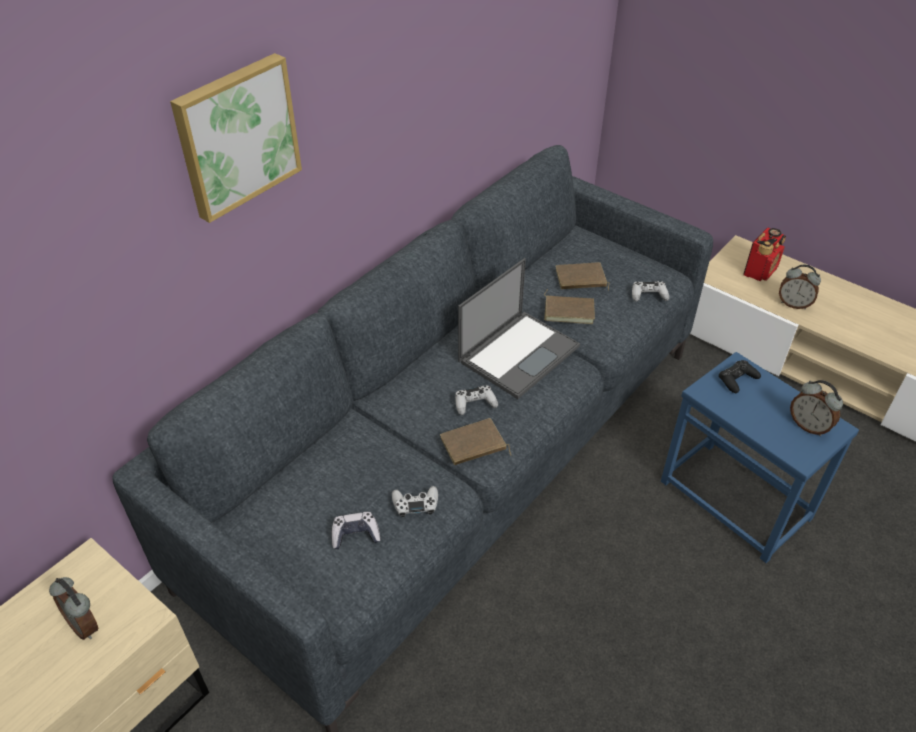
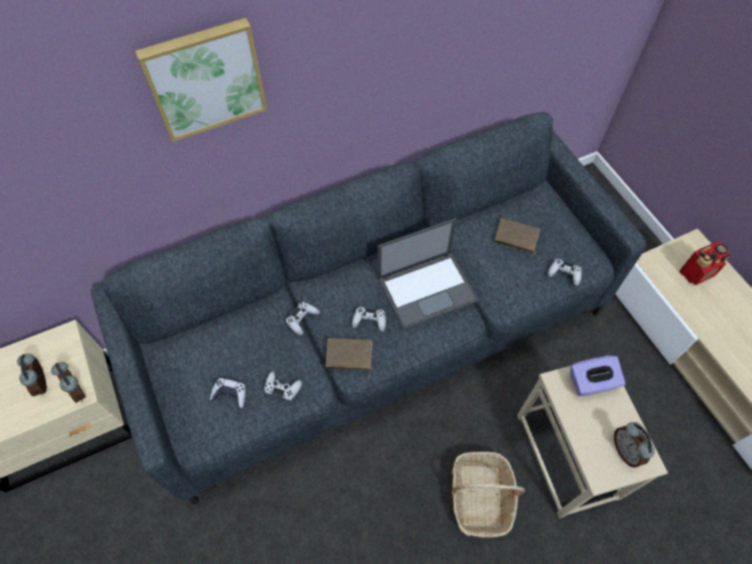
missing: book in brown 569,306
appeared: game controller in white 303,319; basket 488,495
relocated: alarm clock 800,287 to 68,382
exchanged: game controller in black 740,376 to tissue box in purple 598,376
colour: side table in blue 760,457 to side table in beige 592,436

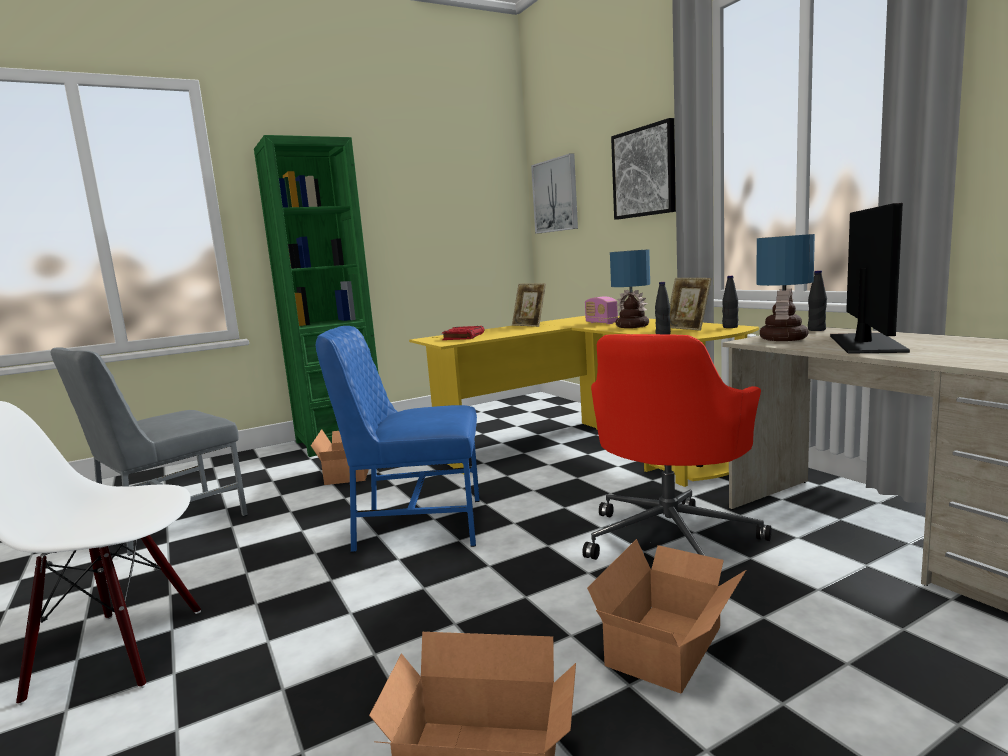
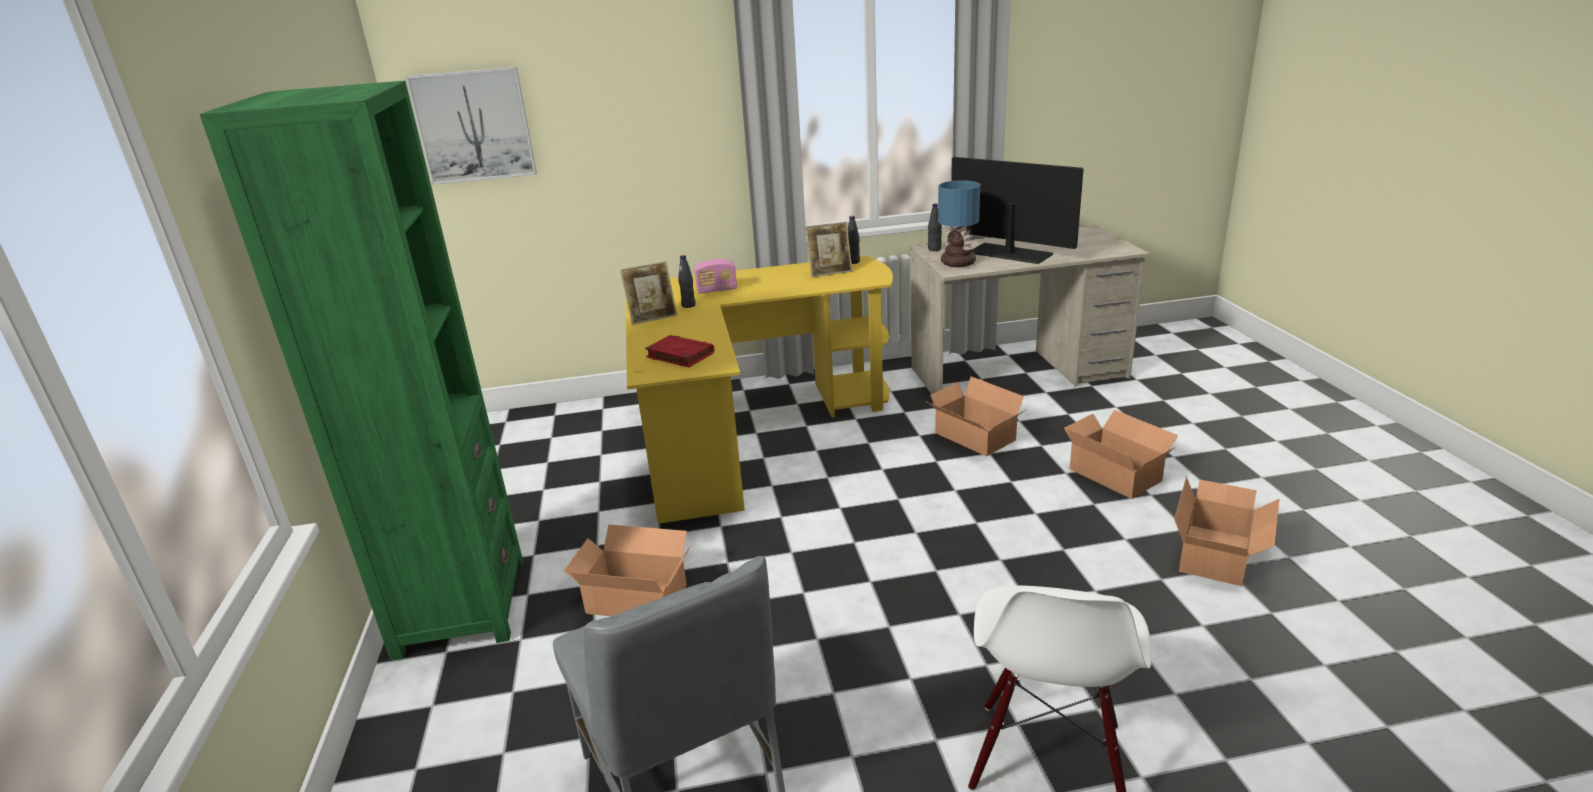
missing: chair in blue 398,439; table lamp 630,288; picture 643,169
relocated: bottle in black 663,308 to 687,281
exchanged: office chair in red 676,447 to cardboard box 976,416

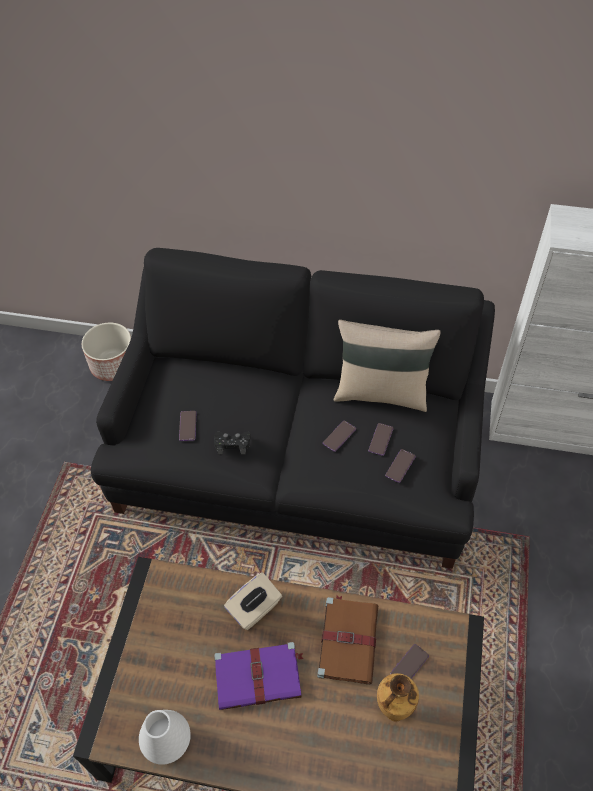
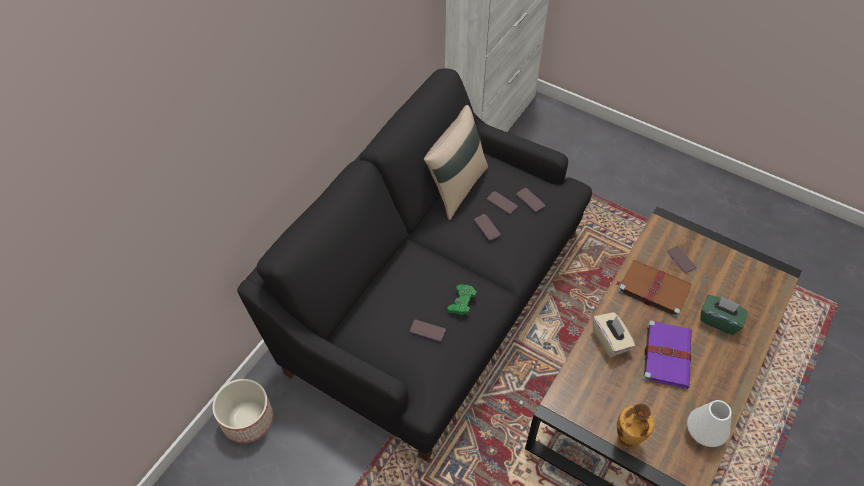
appeared: tissue box in green 724,315
relocated: vase 398,697 to 635,426
colour: game controller in black 232,443 to game controller in green 462,300

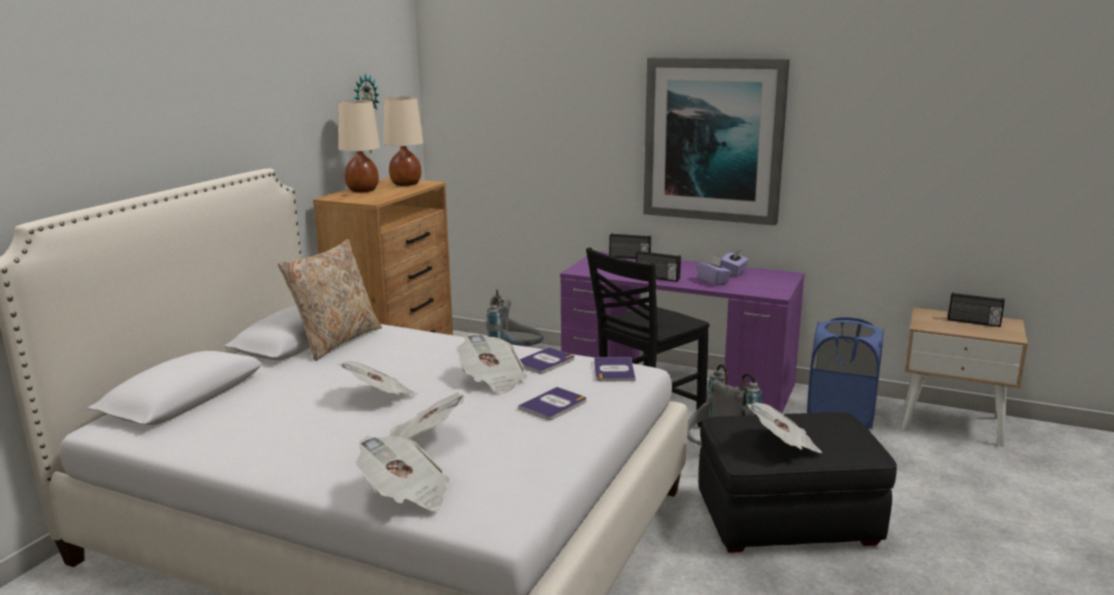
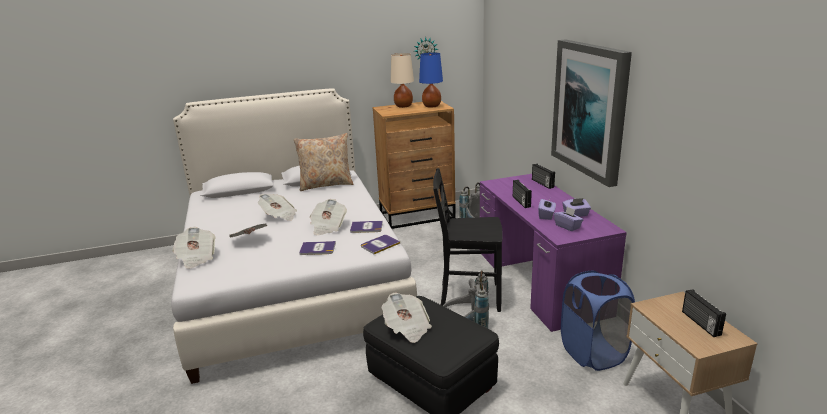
appeared: tissue box in purple 568,219
colour: table lamp in beige 403,141 to table lamp in blue 431,80

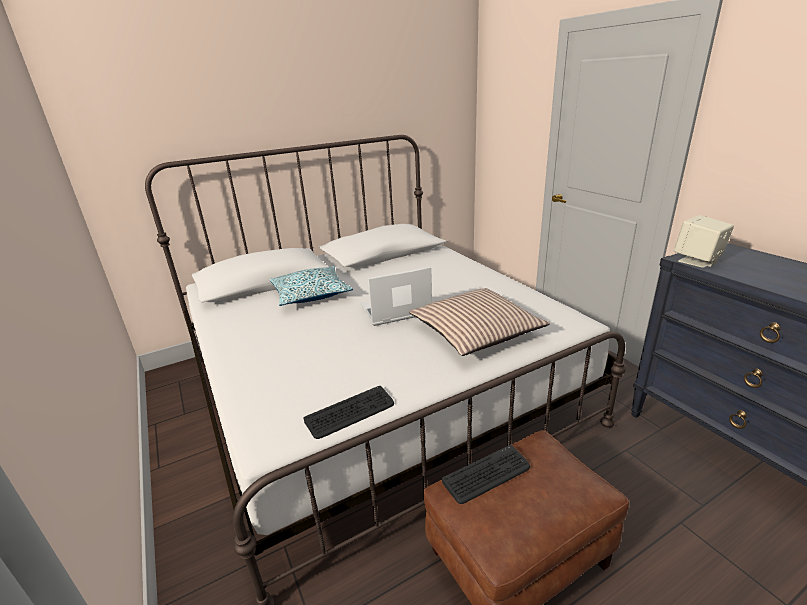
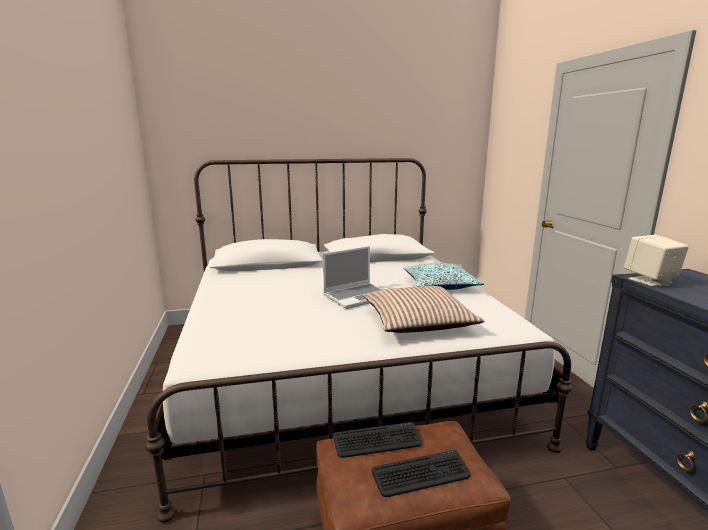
relocated: pillow 311,286 to 443,276; keyboard 349,412 to 421,473
spun: laptop 396,296 = 352,277 150 degrees clockwise

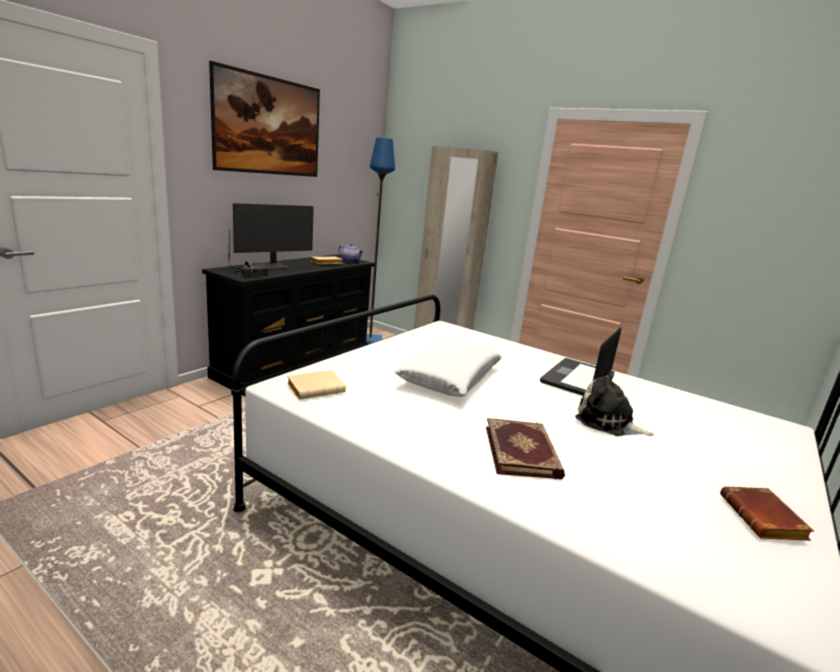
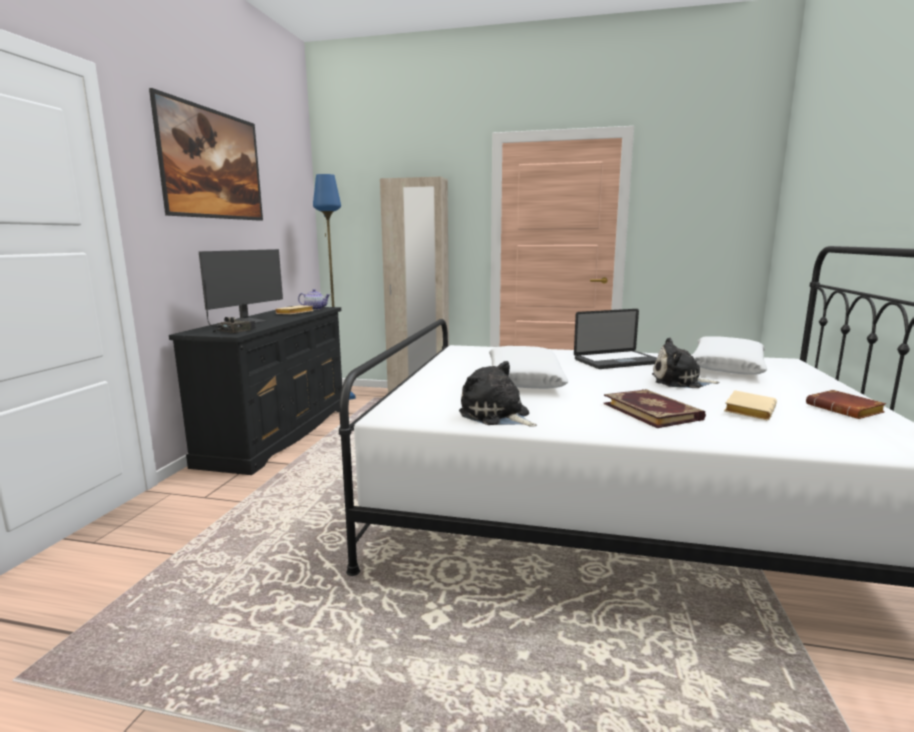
appeared: plush toy 498,394; pillow in white 729,355
relocated: book in beige 316,385 to 750,405
spun: laptop 581,361 = 615,339 120 degrees counterclockwise

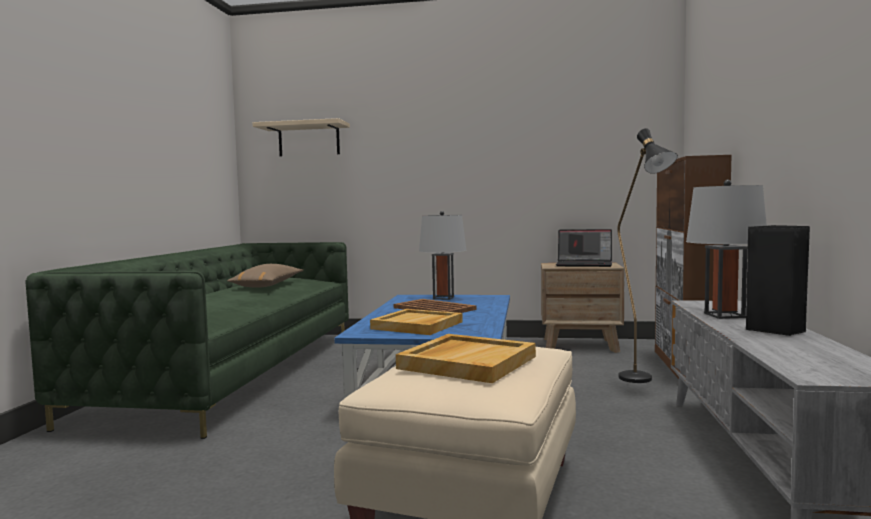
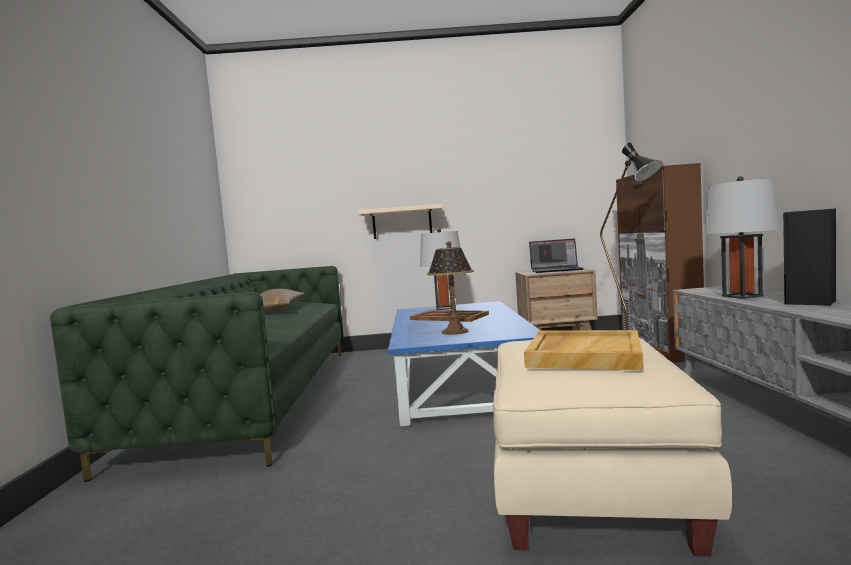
relocated: shelf in beige 301,137 to 400,221
exchanged: tray in beige 416,322 to table lamp 450,288

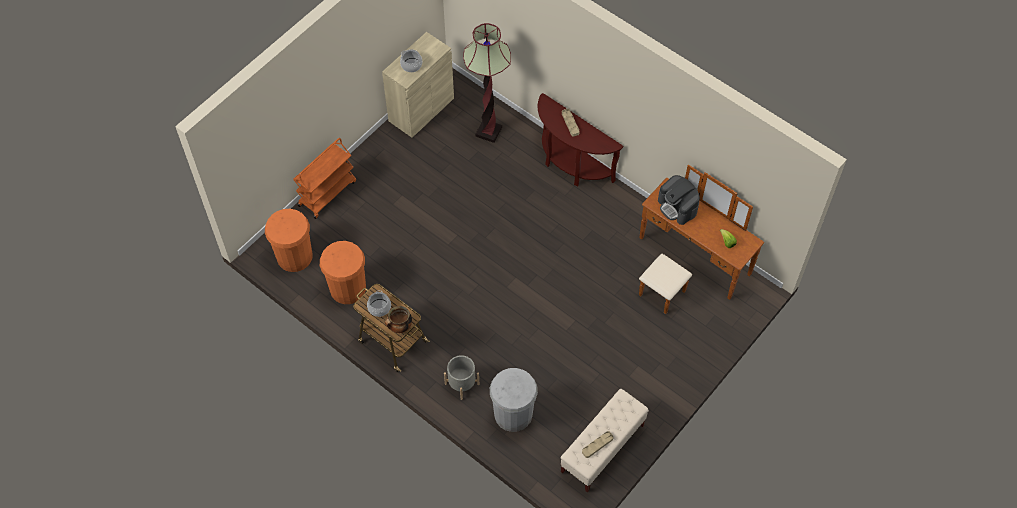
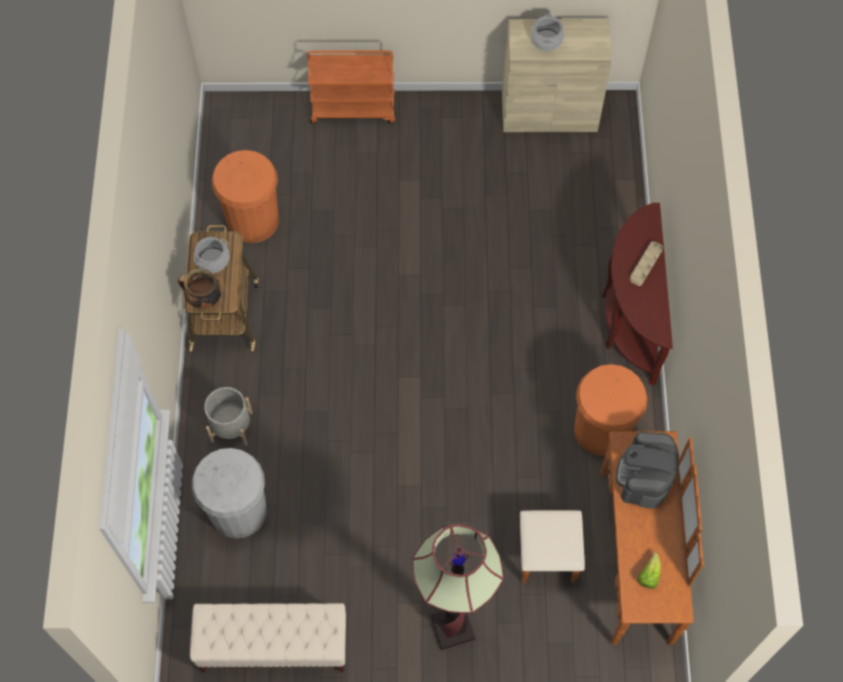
missing: tray in beige 597,444
relocated: trash can in orange 288,240 to 610,410; floor lamp 487,83 to 458,587

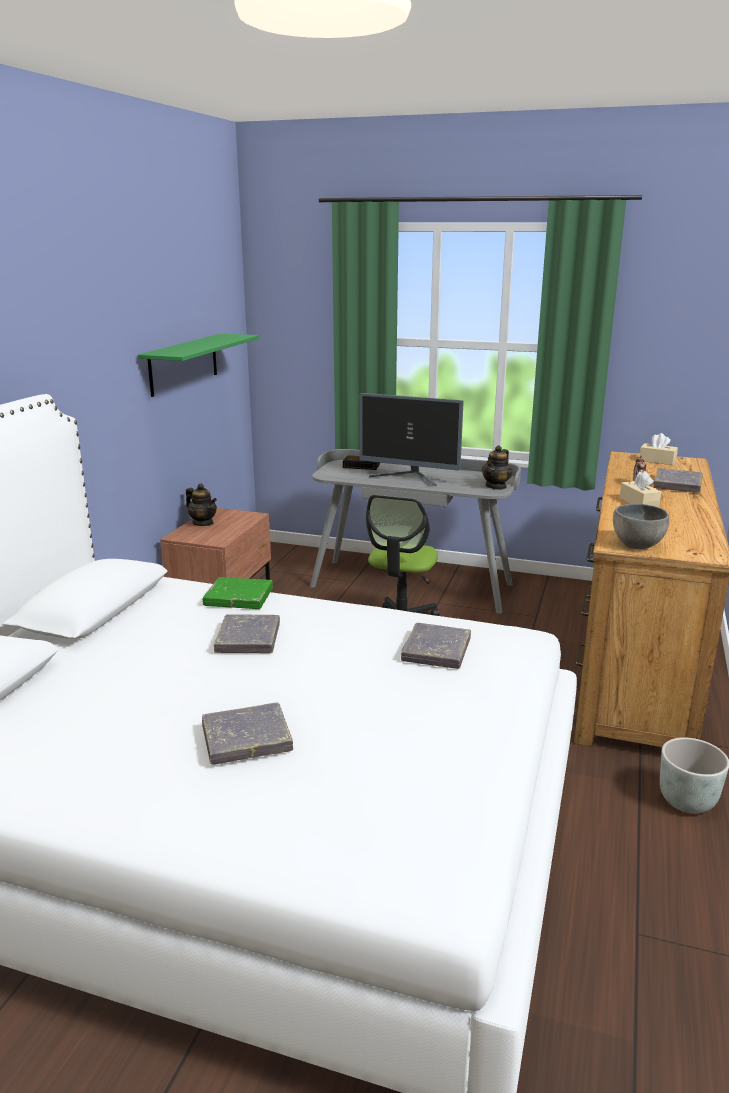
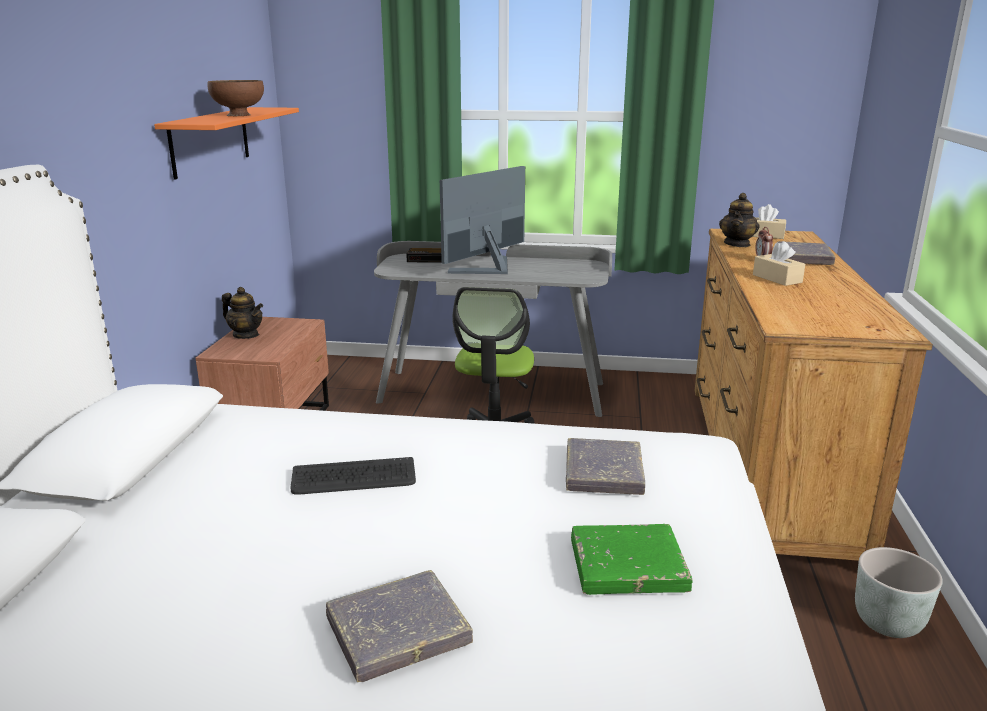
missing: bowl in grey 641,526
appeared: bowl in brown 235,98
relocated: book in green 238,593 to 632,559; teapot 497,467 to 739,220
exchanged: book in grey 247,633 to keyboard 353,476
colour: shelf in green 198,365 to shelf in orange 226,143
spun: monitor 411,439 = 482,220 120 degrees clockwise

